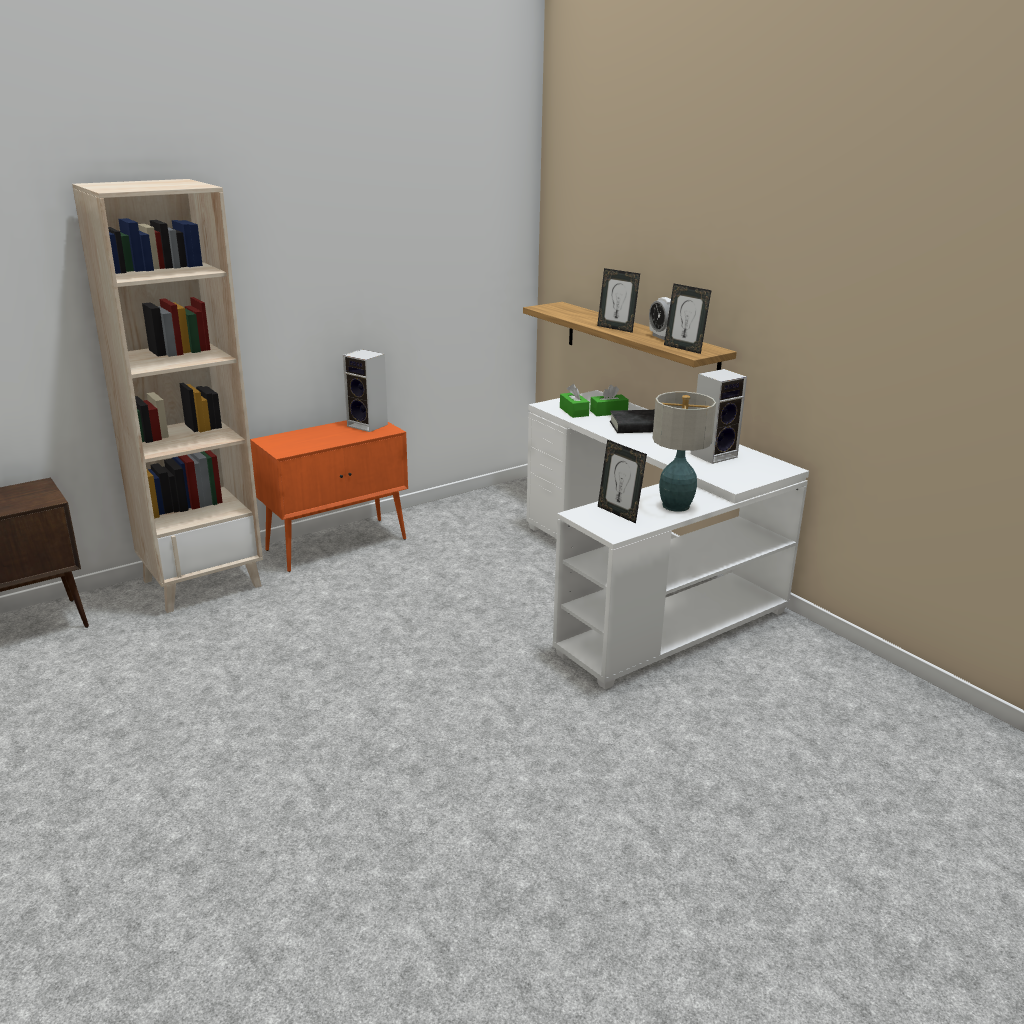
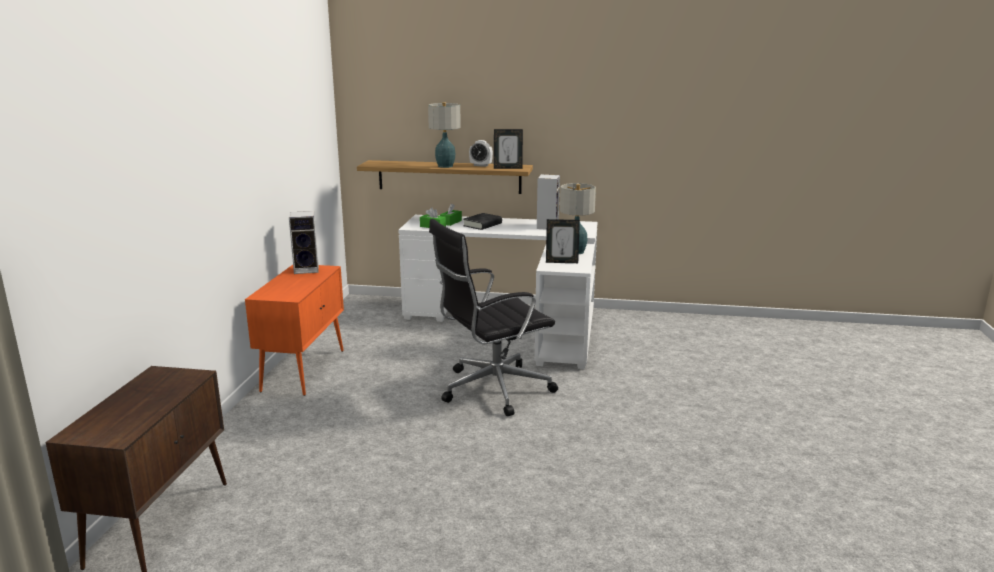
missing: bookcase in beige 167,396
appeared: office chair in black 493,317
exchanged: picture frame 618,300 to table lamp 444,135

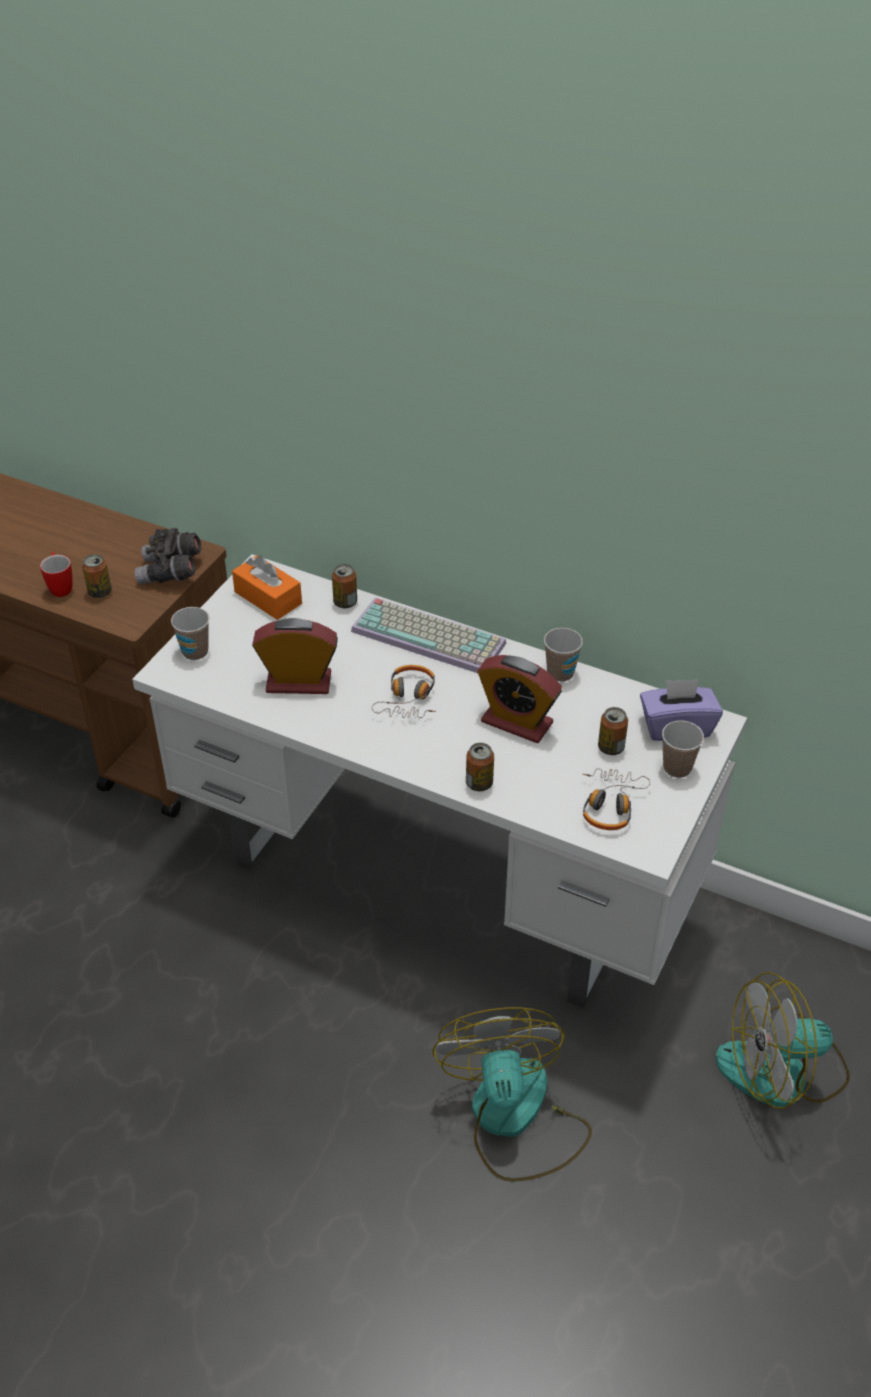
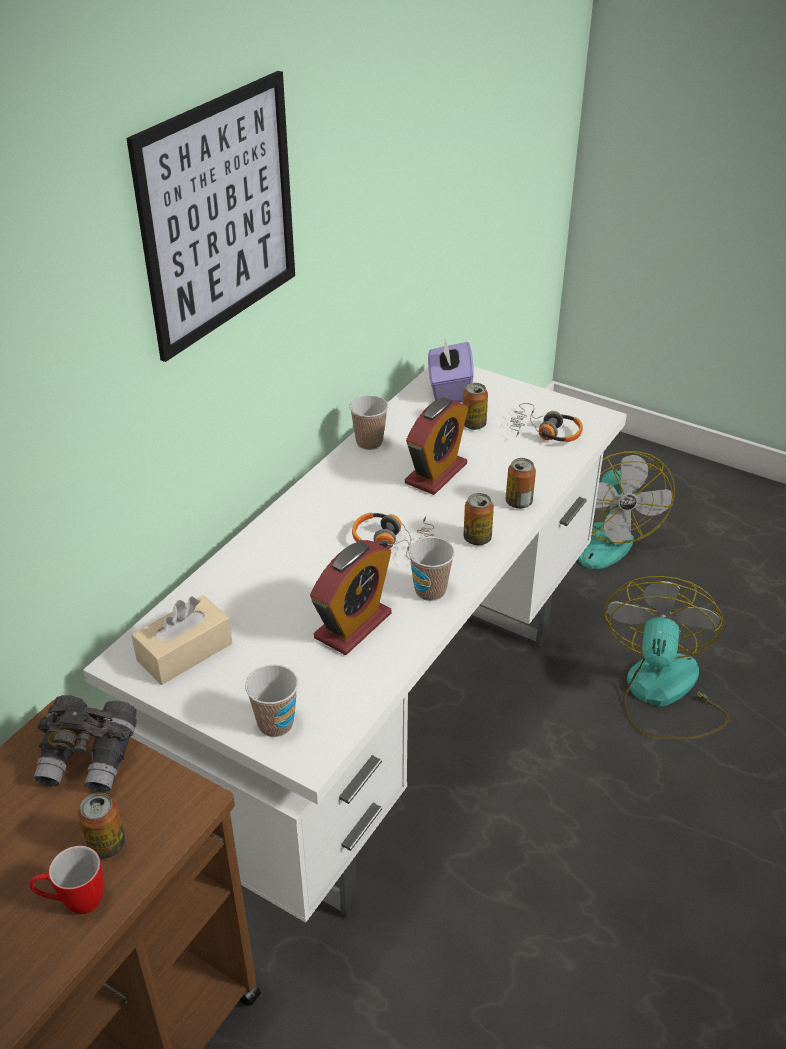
missing: keyboard 428,635
appeared: picture 210,216
relocated: can 344,586 to 479,519; cup 683,749 to 431,569
colour: tissue box in orange 267,587 to tissue box in beige 181,640
spun: alarm clock 295,656 = 351,597 150 degrees counterclockwise; fan 512,1094 = 666,658 105 degrees clockwise

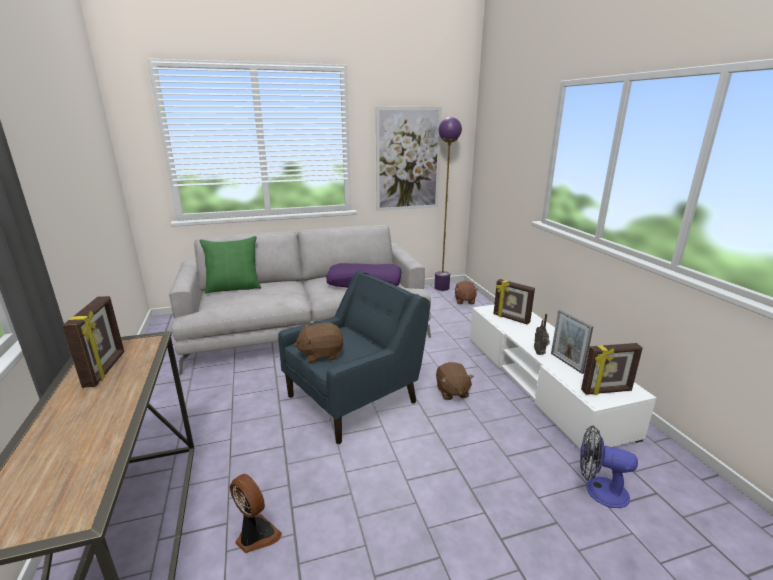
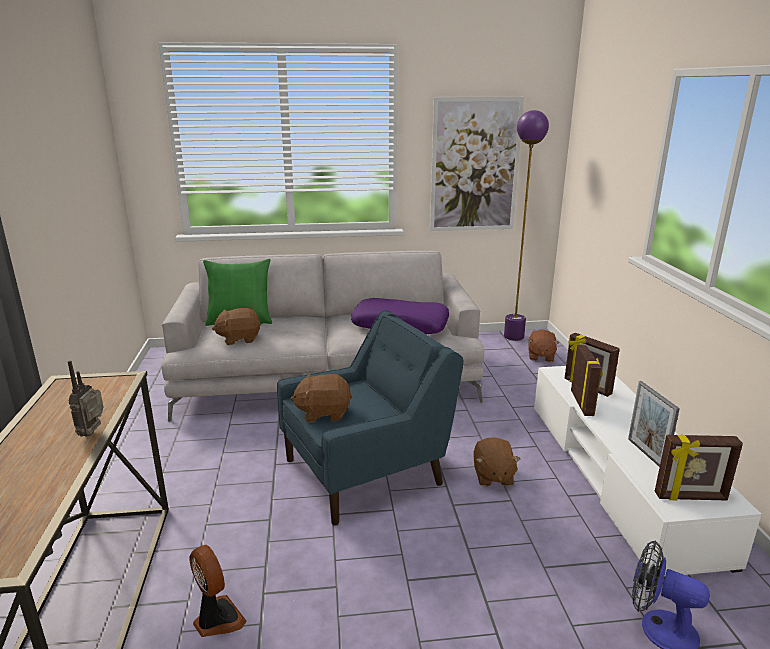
appeared: plush toy in brown 236,326
relocated: picture frame 93,342 to 587,380; radio 542,334 to 85,399

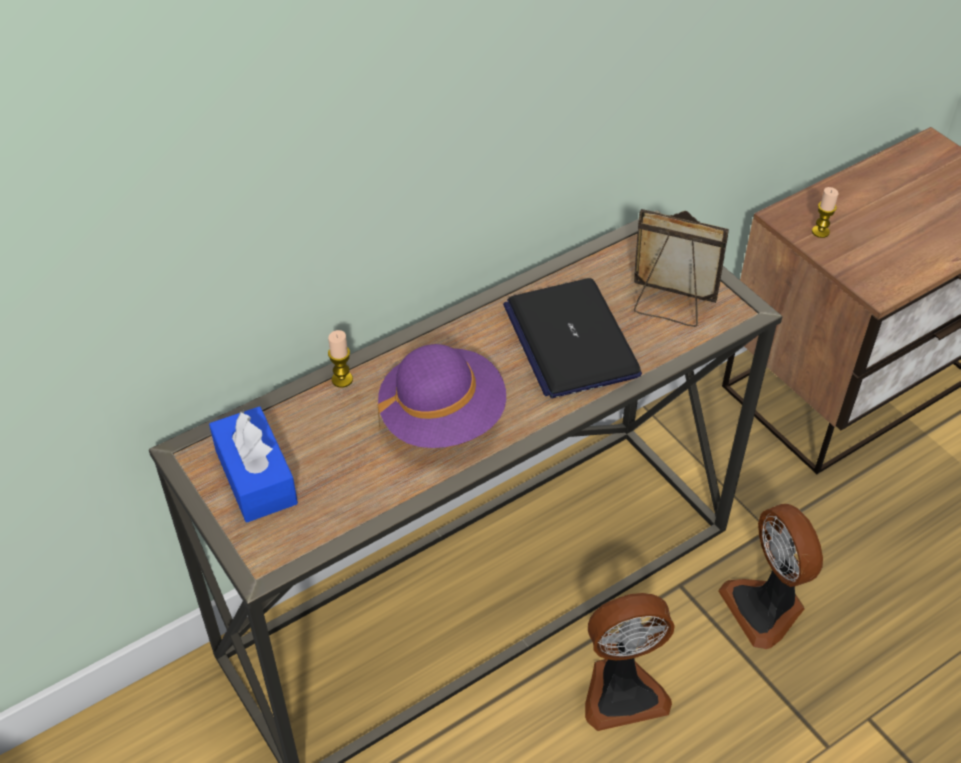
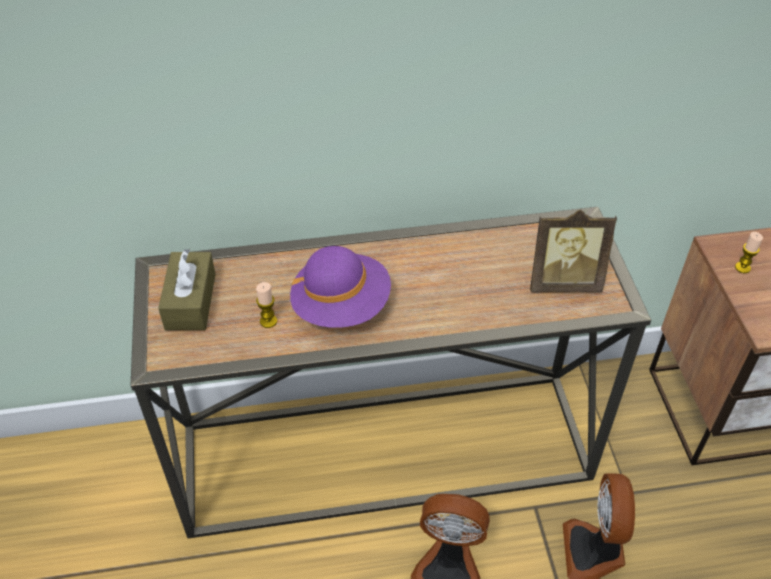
missing: laptop 572,338
relocated: candle 340,359 to 266,305
colour: tissue box in blue 253,464 to tissue box in brown 187,289
spun: picture frame 681,268 = 573,251 135 degrees clockwise

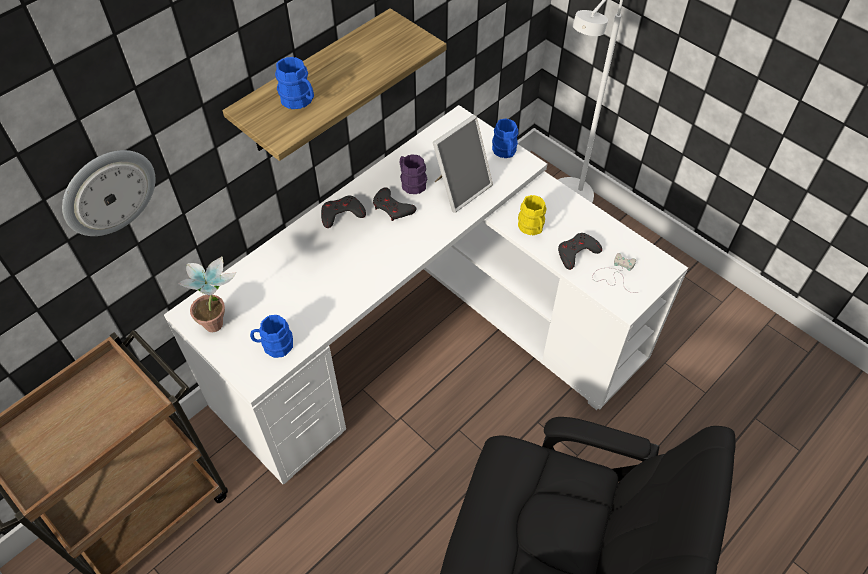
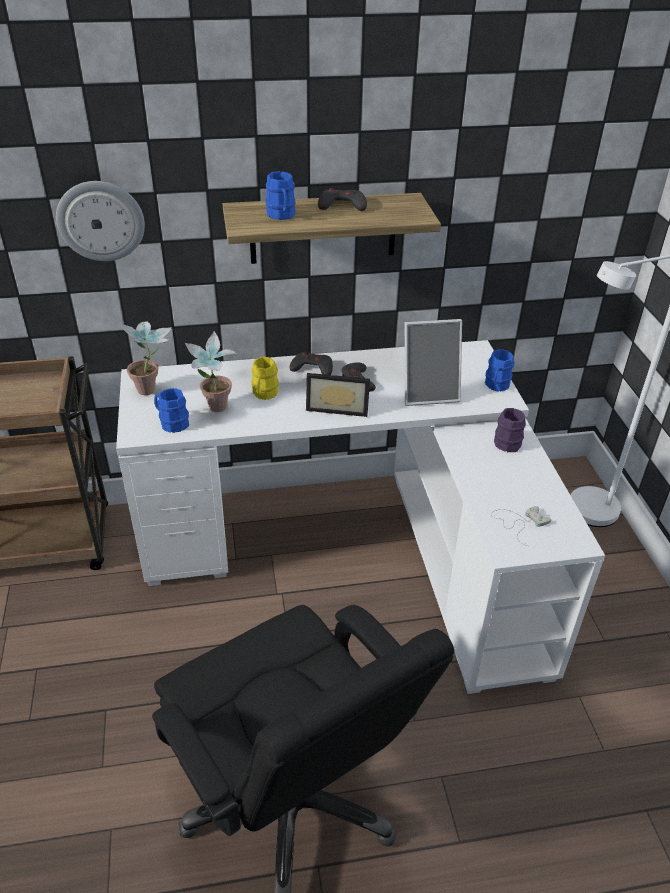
appeared: potted plant 211,371; picture frame 338,395
relocated: mug in purple 413,174 to 510,430; mug in yellow 532,215 to 265,378; game controller in grey 580,251 to 342,199

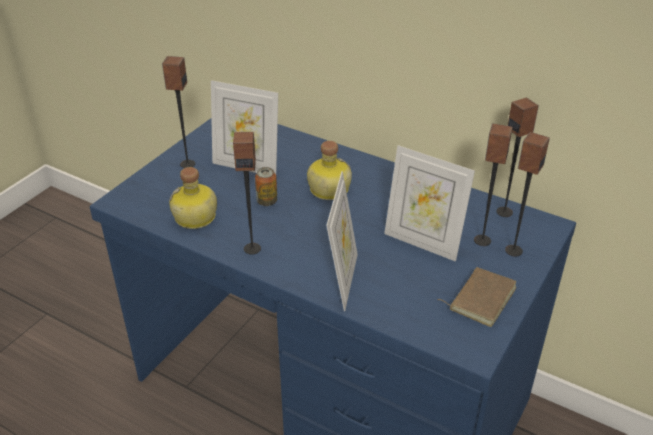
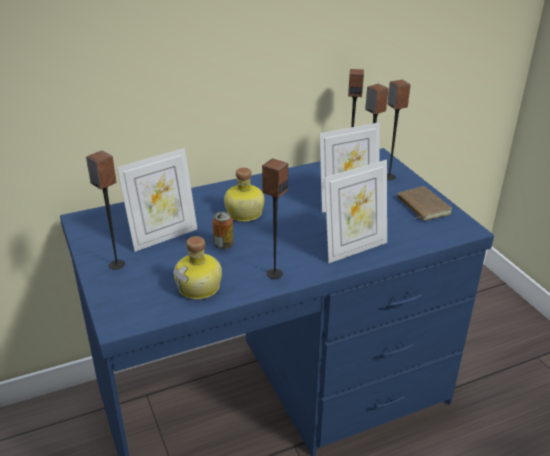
spun: picture frame 342,241 = 355,211 105 degrees clockwise

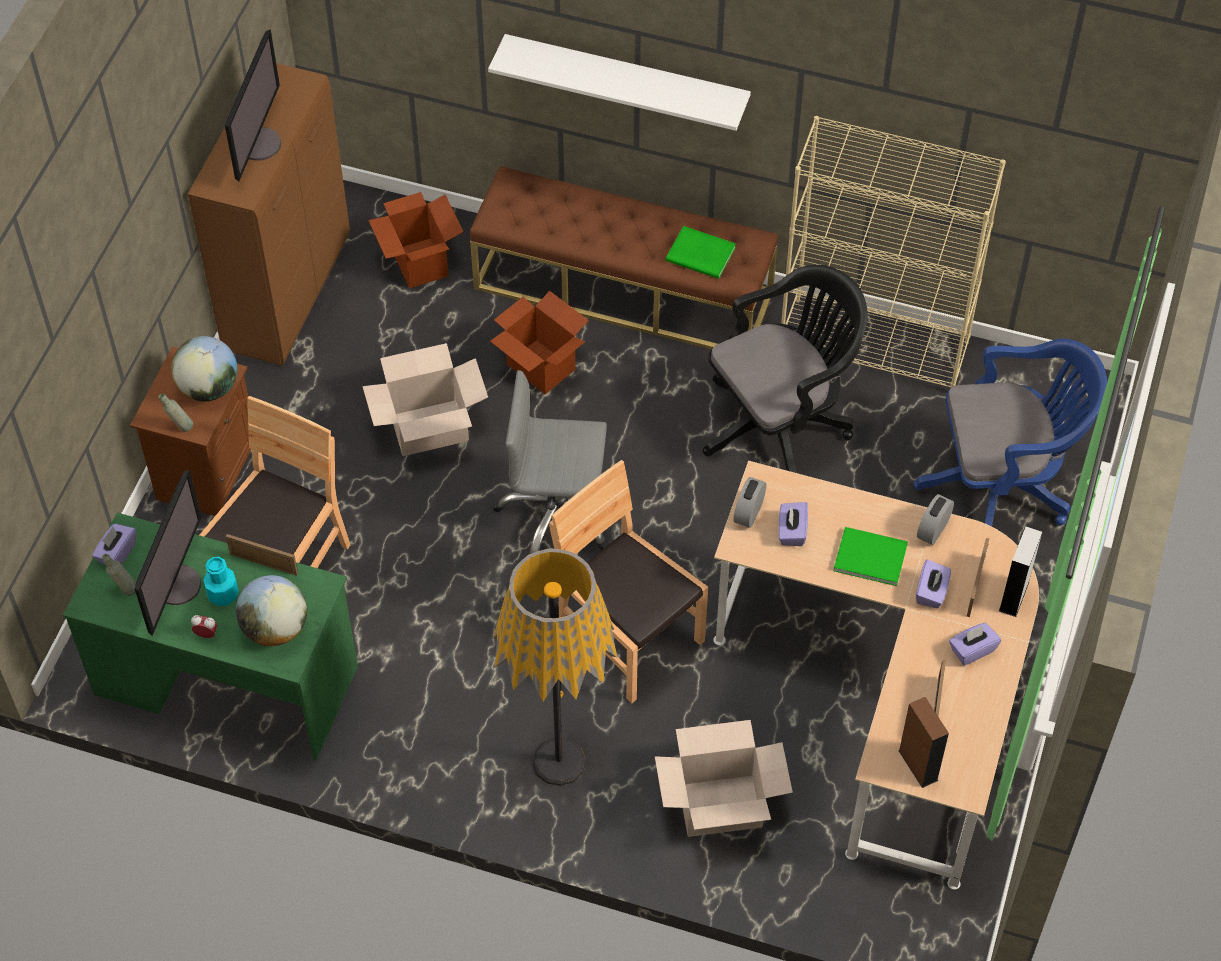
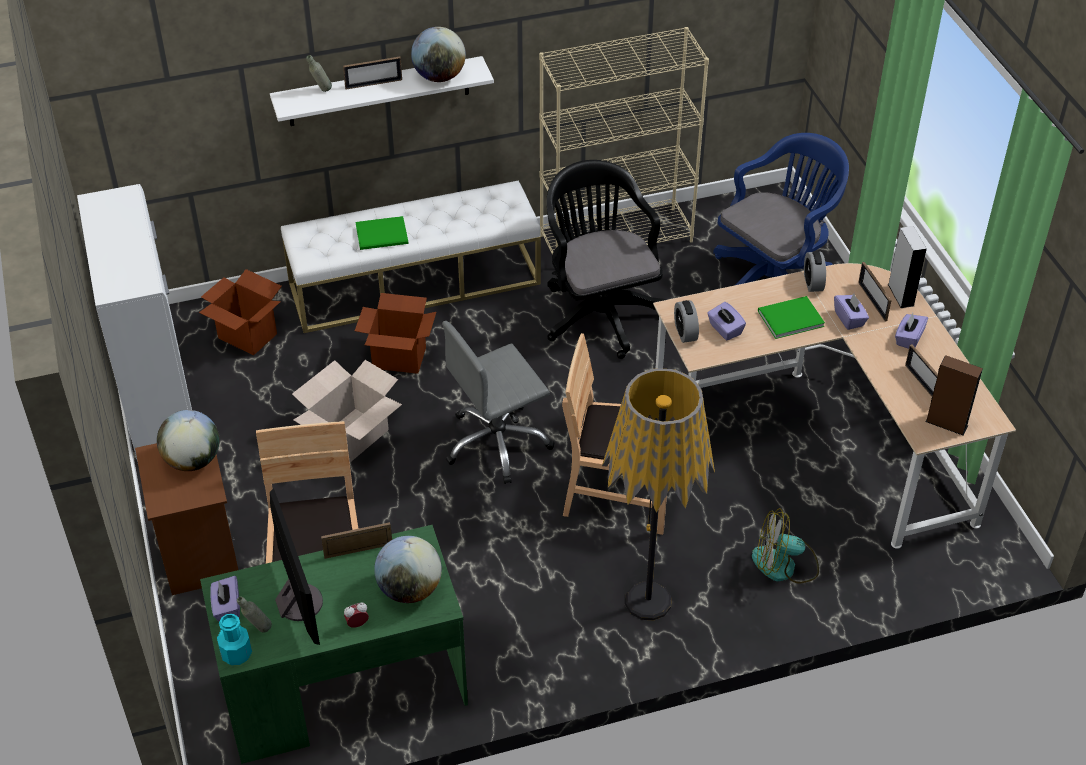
missing: monitor 253,105
appeared: picture frame 372,73; globe 438,54
relocated: bottle in grey 175,412 to 319,73; bottle in turquoise 221,581 to 234,639; book in green 701,252 to 382,233
exchanged: cardboard box 724,778 to fan 785,545
colour: cabinet in brown 269,214 to cabinet in white 134,323; bench in brown 624,257 to bench in white 411,257
spun: office chair in black 785,369 = 606,259 45 degrees counterclockwise

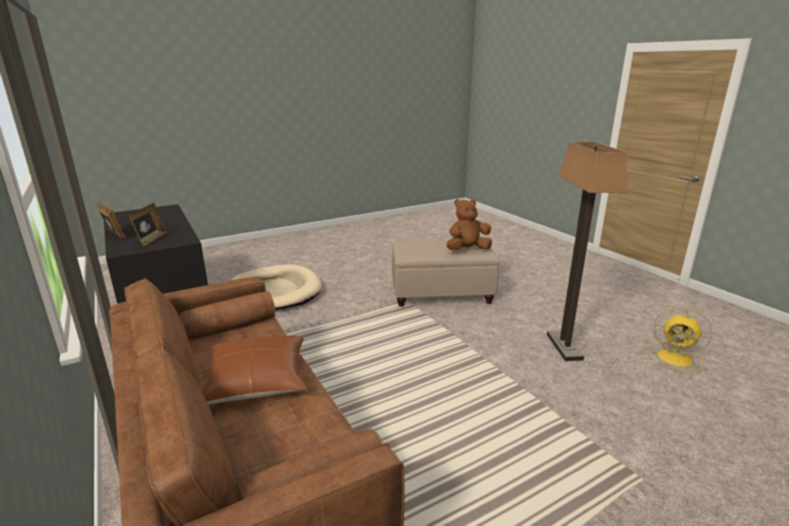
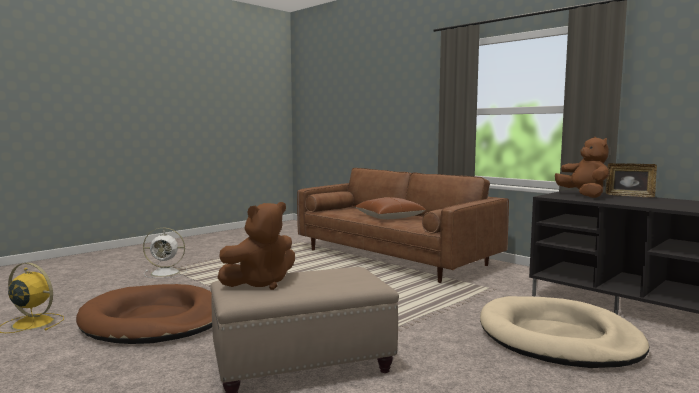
appeared: fan in white 165,253
exchanged: picture frame 148,224 to plush toy in brown 582,167; floor lamp 587,251 to dog bed in brown 144,314

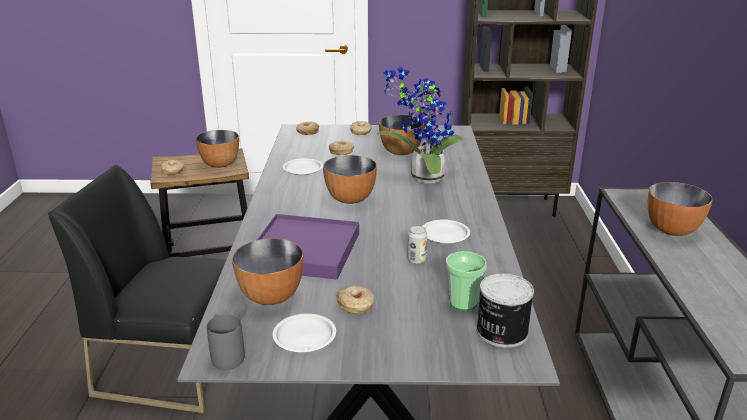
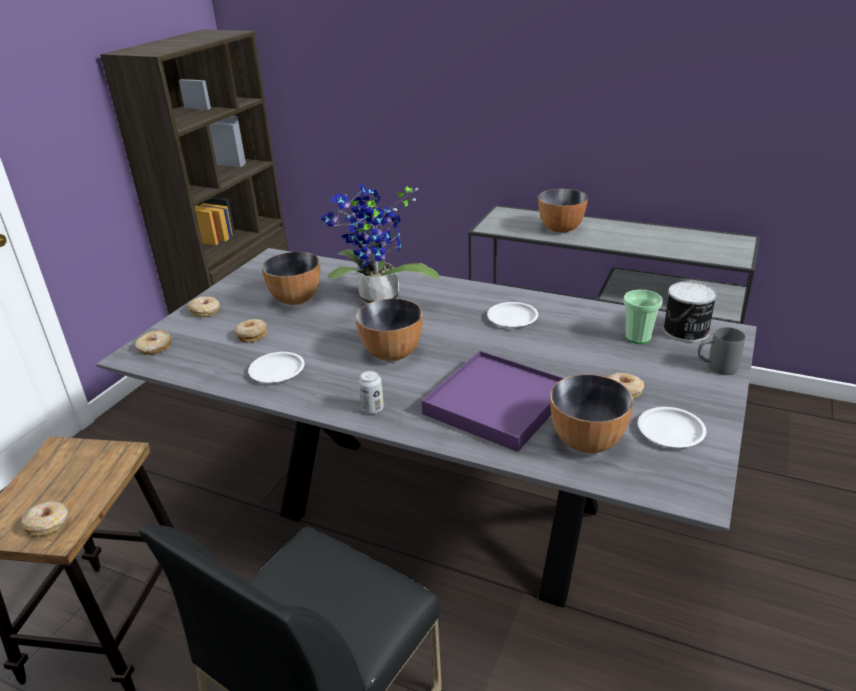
missing: bowl 217,149
relocated: mug in grey 226,342 to 721,351; can 417,245 to 371,392

